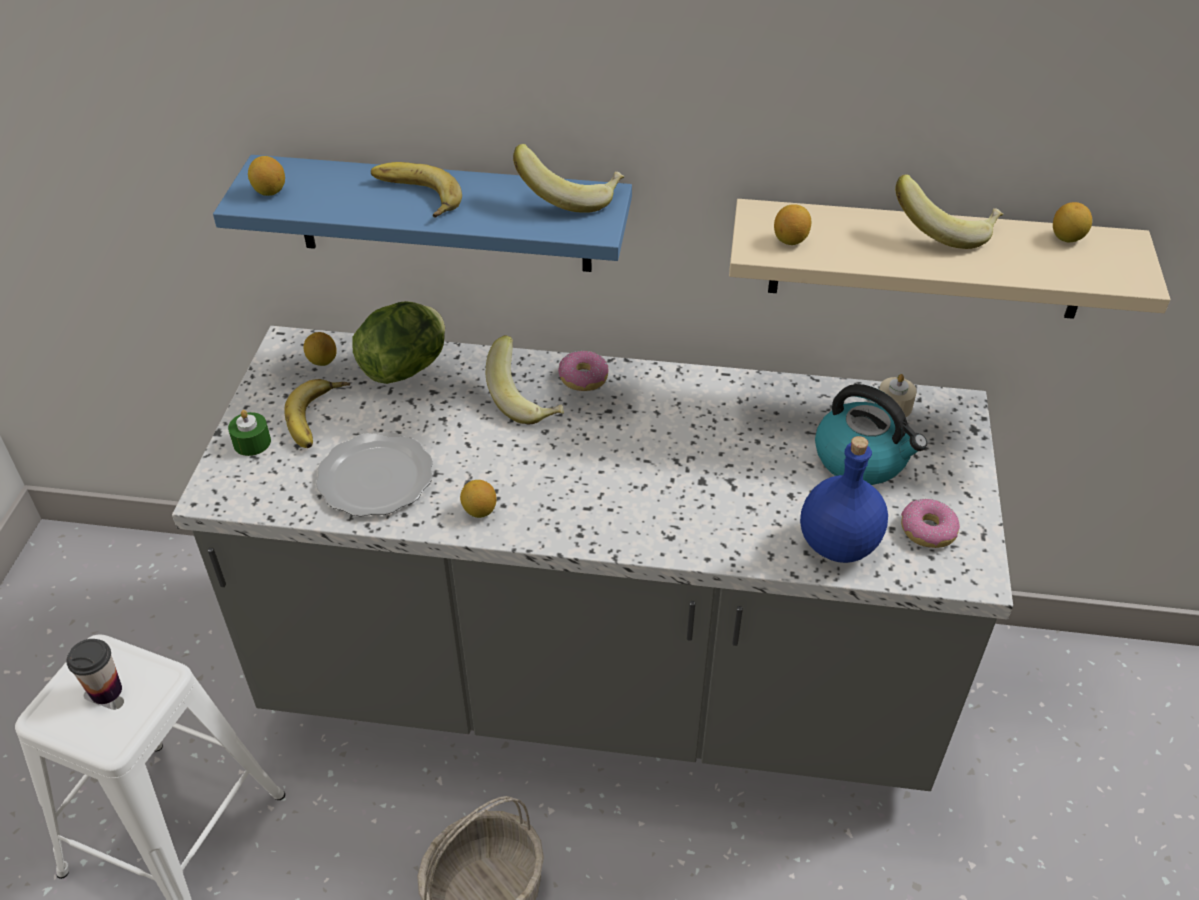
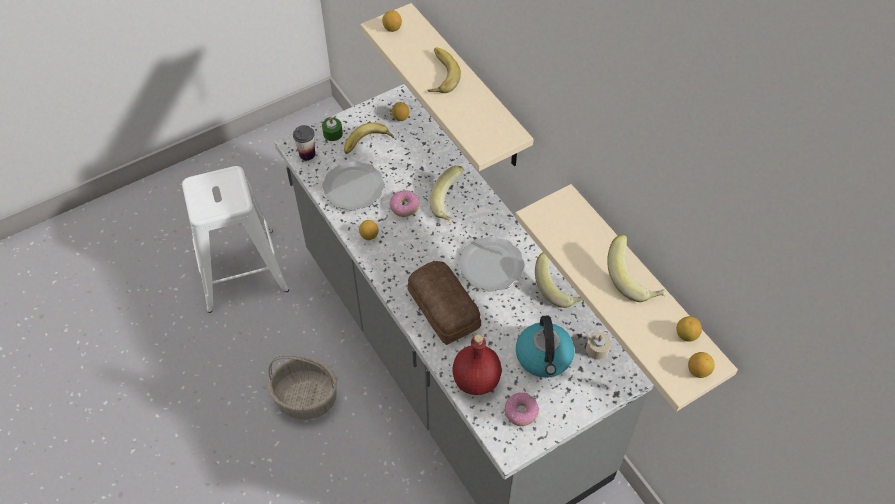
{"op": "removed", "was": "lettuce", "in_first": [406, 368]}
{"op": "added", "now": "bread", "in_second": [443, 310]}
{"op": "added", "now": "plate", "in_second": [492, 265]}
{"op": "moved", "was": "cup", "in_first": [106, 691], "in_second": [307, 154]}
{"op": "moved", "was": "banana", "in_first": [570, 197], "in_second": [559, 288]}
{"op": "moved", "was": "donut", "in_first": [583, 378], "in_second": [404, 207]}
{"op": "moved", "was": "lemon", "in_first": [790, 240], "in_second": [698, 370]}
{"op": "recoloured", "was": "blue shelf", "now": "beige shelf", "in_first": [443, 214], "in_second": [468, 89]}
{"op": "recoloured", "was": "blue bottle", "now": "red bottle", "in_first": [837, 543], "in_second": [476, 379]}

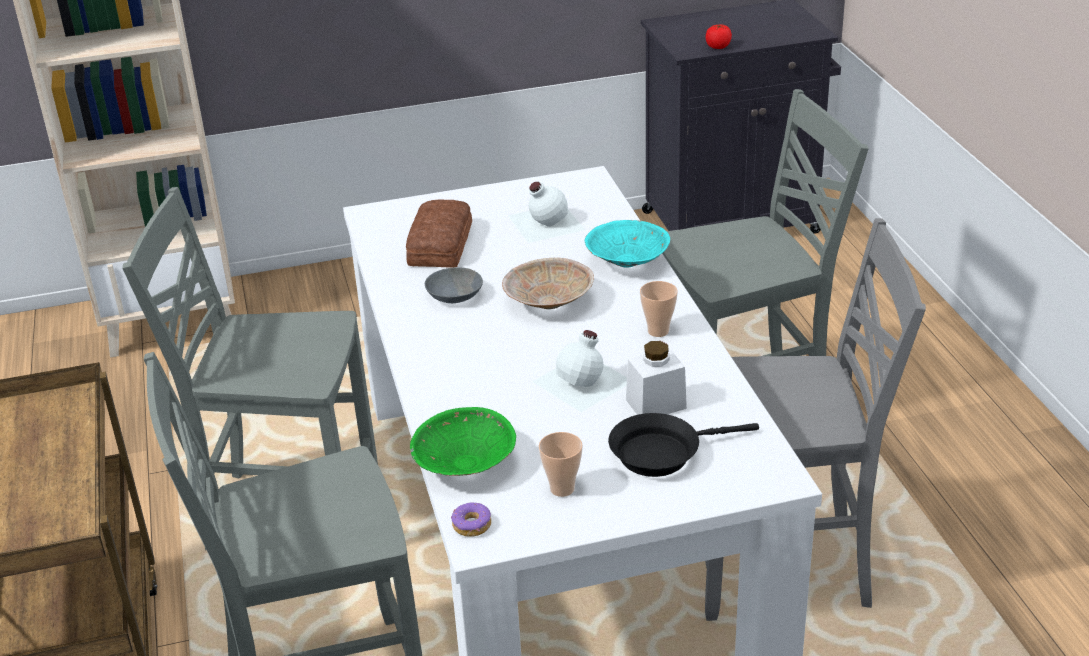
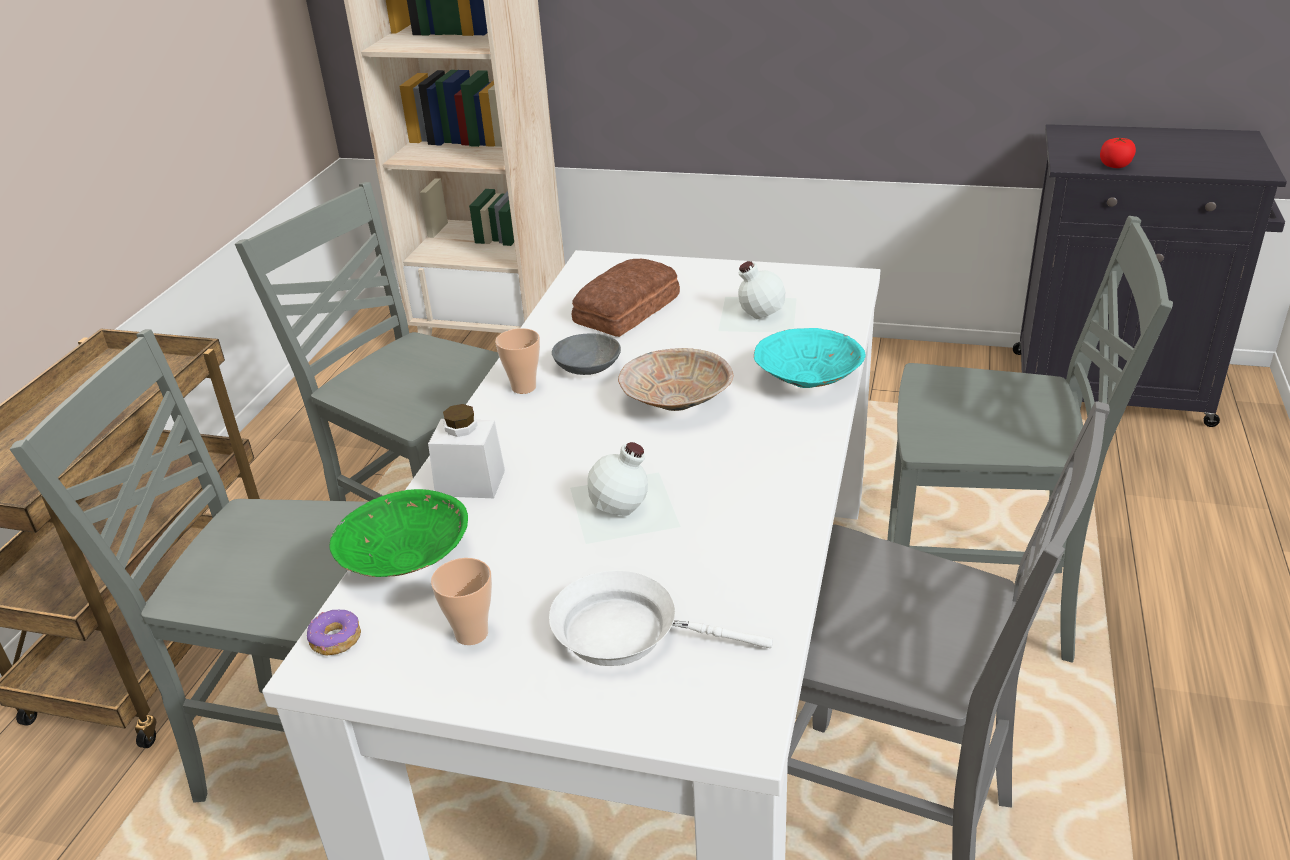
{"op": "moved", "was": "white jar", "in_first": [656, 404], "in_second": [470, 483]}
{"op": "moved", "was": "cup", "in_first": [658, 331], "in_second": [523, 387]}
{"op": "recoloured", "was": "black frying pan", "now": "white frying pan", "in_first": [662, 453], "in_second": [626, 633]}

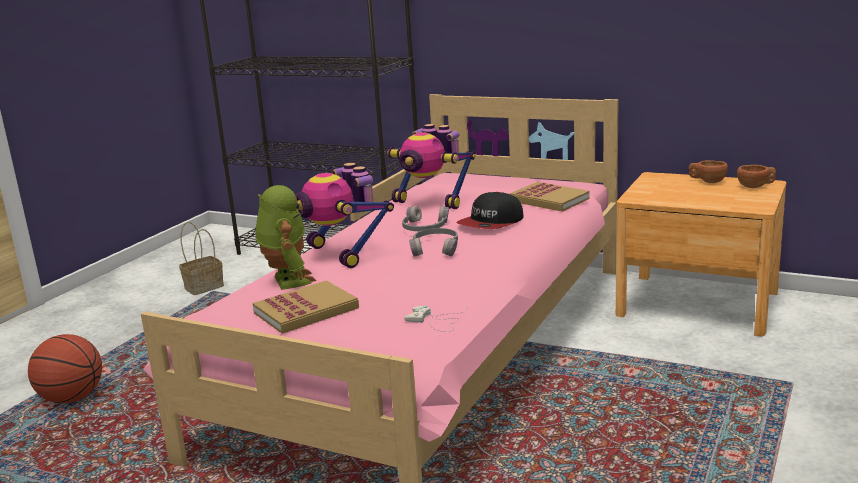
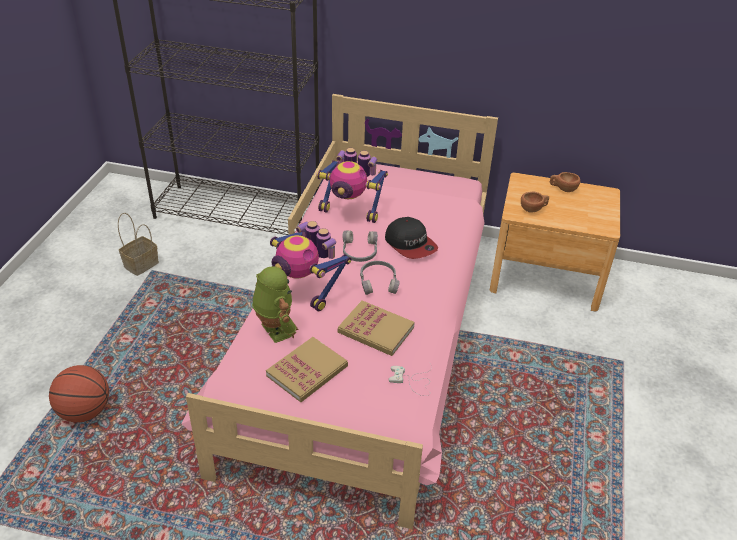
{"op": "moved", "was": "book", "in_first": [549, 200], "in_second": [376, 330]}
{"op": "moved", "was": "brown cup", "in_first": [756, 186], "in_second": [533, 209]}
{"op": "turned", "was": "cap", "in_first": [491, 223], "in_second": [410, 244], "clockwise": -60}

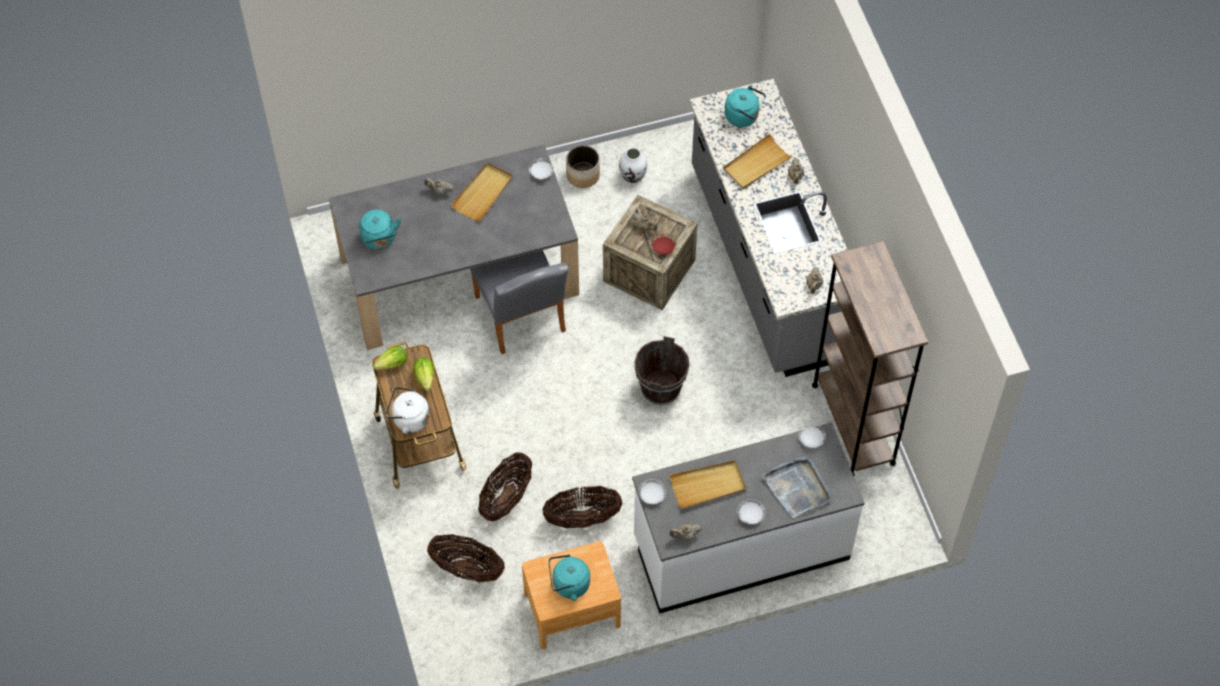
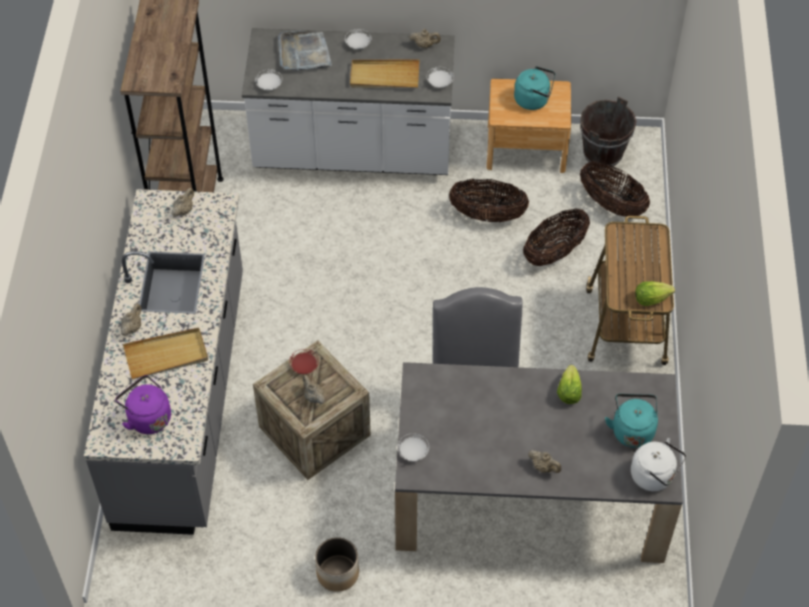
{"op": "removed", "was": "beige tray", "in_first": [483, 193]}
{"op": "removed", "was": "white vase", "in_first": [633, 176]}
{"op": "moved", "was": "white kettle", "in_first": [408, 419], "in_second": [654, 476]}
{"op": "moved", "was": "lettuce", "in_first": [425, 377], "in_second": [568, 392]}
{"op": "moved", "was": "brown bucket", "in_first": [660, 388], "in_second": [603, 154]}
{"op": "recoloured", "was": "turquoise kettle", "now": "purple kettle", "in_first": [744, 116], "in_second": [147, 417]}

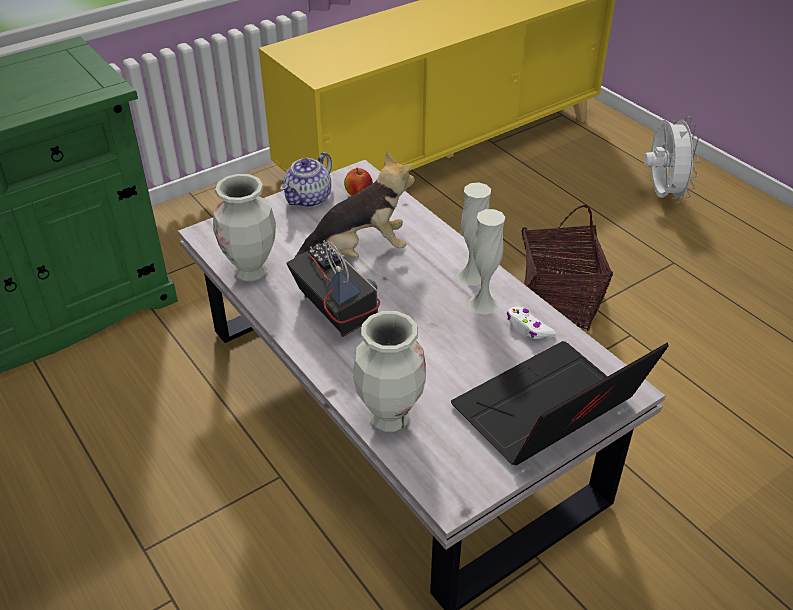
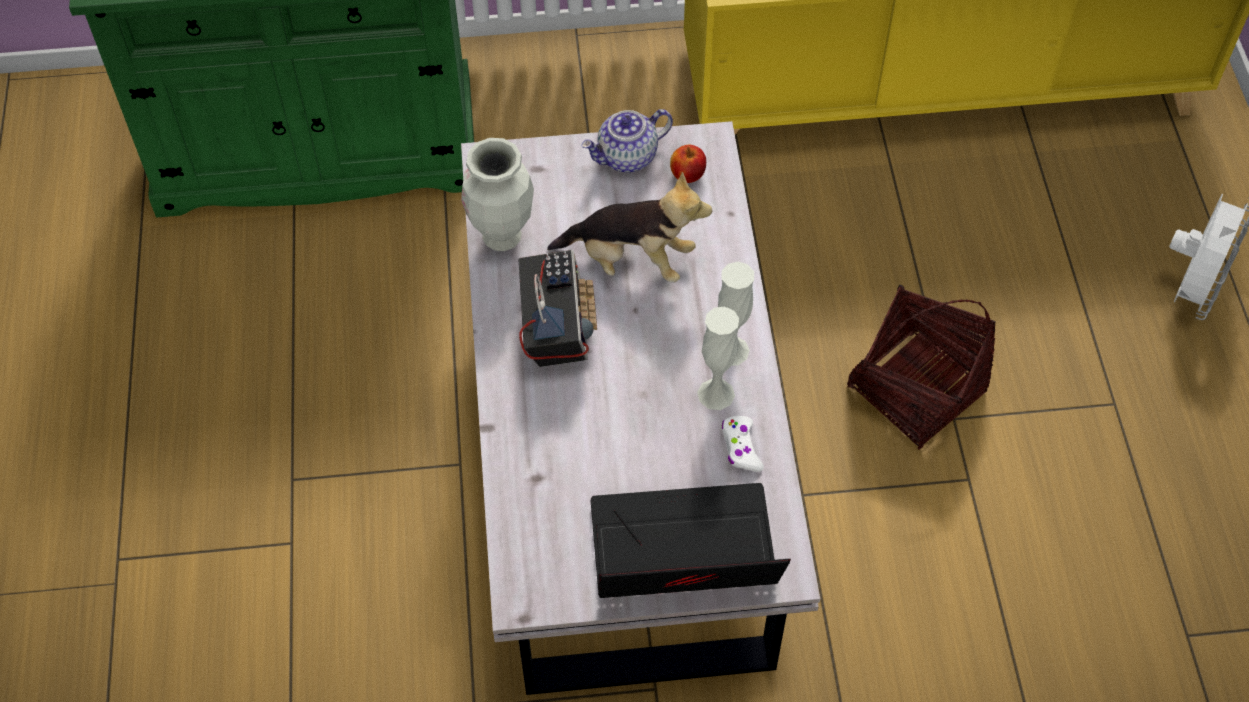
{"op": "removed", "was": "vase", "in_first": [389, 418]}

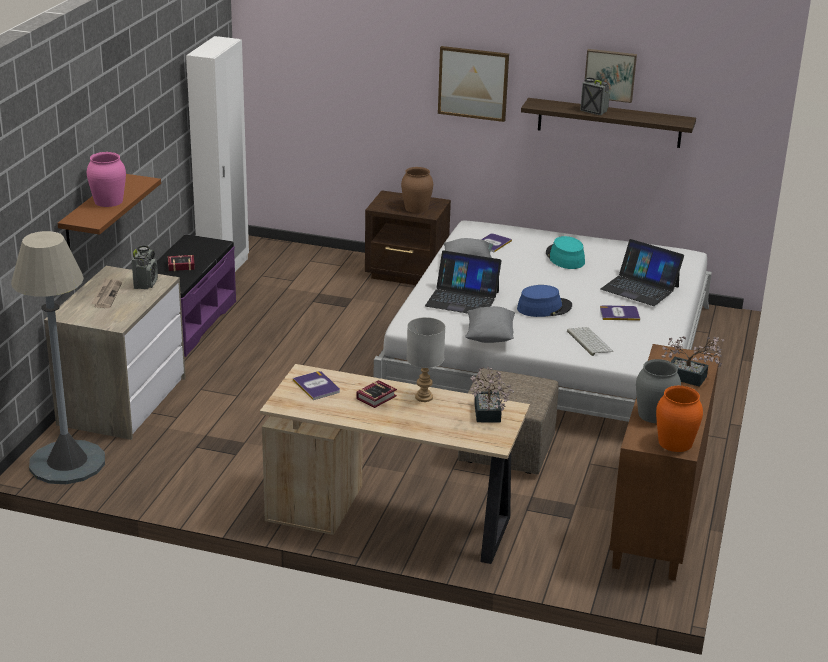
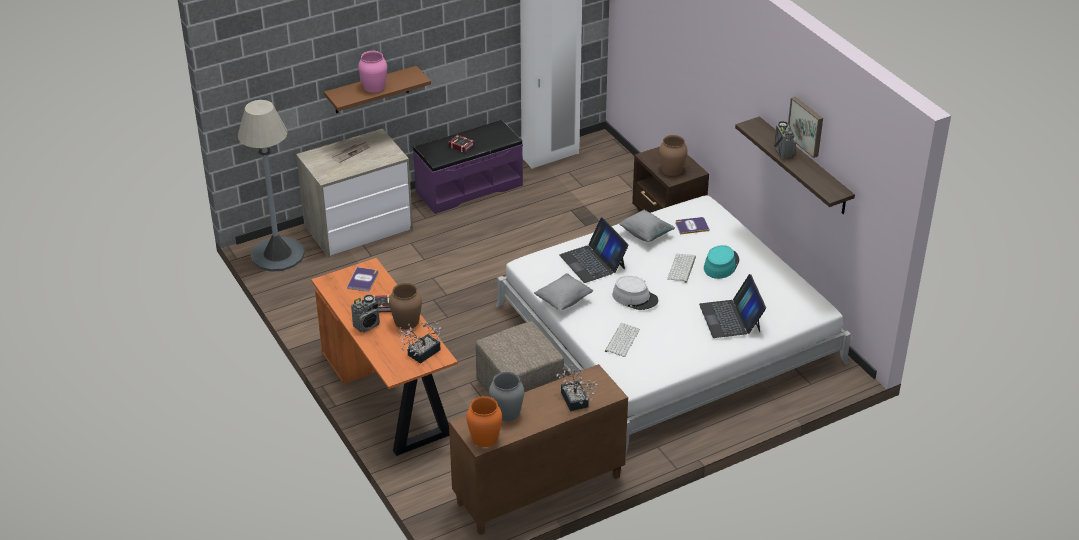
{"op": "removed", "was": "picture", "in_first": [473, 83]}
{"op": "removed", "was": "book", "in_first": [619, 314]}
{"op": "added", "now": "keyboard", "in_second": [682, 268]}
{"op": "moved", "was": "radio", "in_first": [146, 283], "in_second": [367, 325]}
{"op": "replaced", "was": "grey table lamp", "now": "brown vase", "in_first": [424, 398], "in_second": [406, 322]}
{"op": "recoloured", "was": "beige desk", "now": "orange desk", "in_first": [393, 519], "in_second": [387, 394]}
{"op": "recoloured", "was": "blue hat", "now": "grey hat", "in_first": [544, 308], "in_second": [635, 298]}

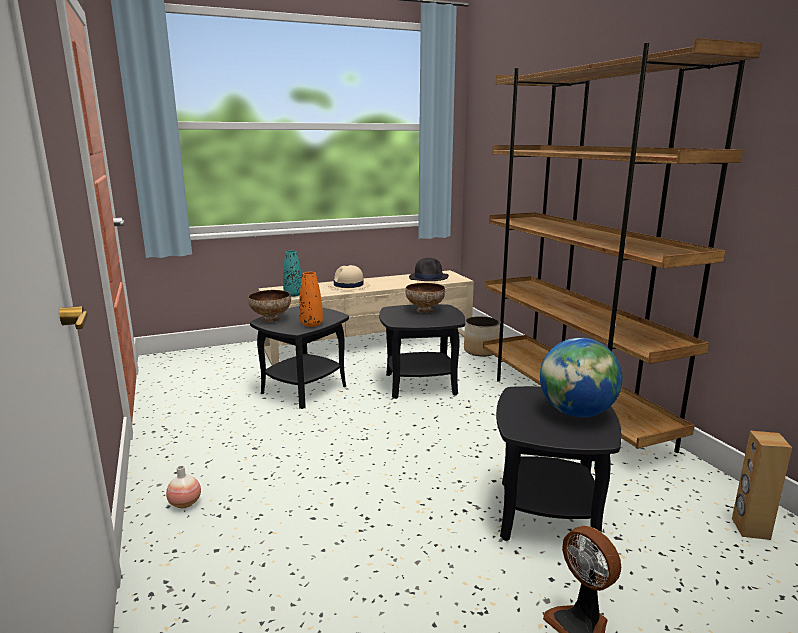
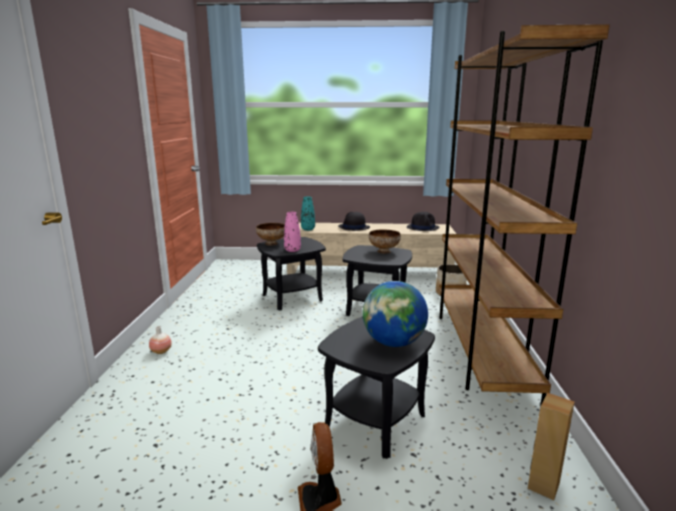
{"op": "recoloured", "was": "orange vase", "now": "pink vase", "in_first": [311, 324], "in_second": [292, 250]}
{"op": "recoloured", "was": "beige hat", "now": "black hat", "in_first": [348, 286], "in_second": [353, 227]}

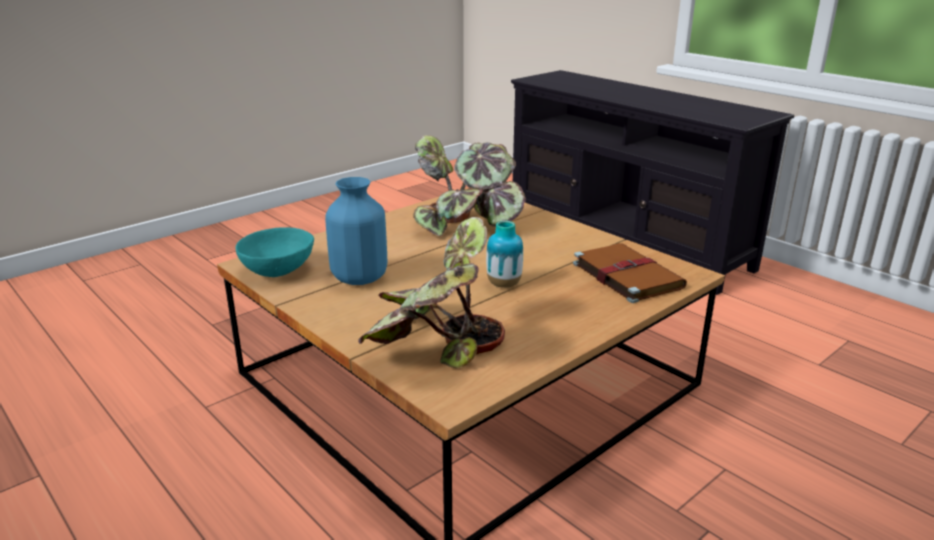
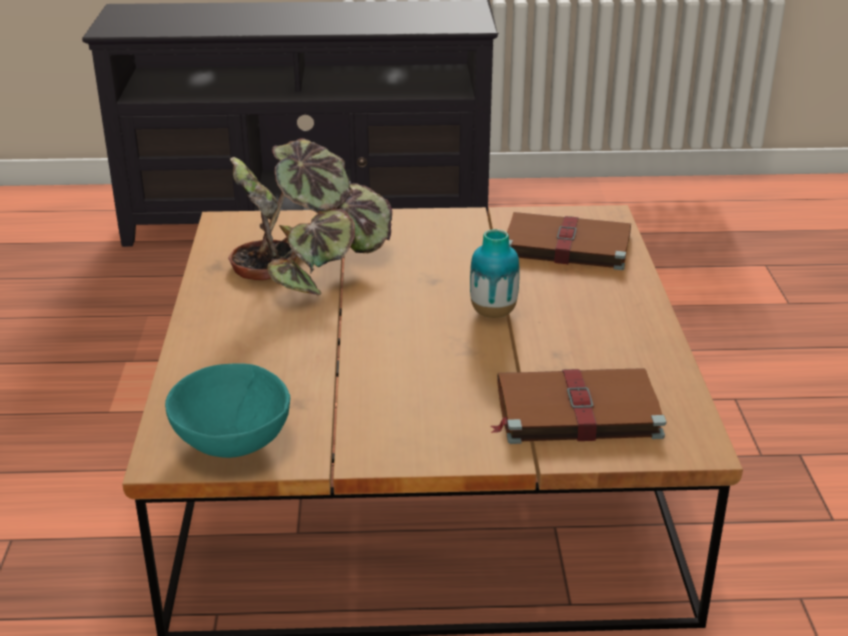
{"op": "removed", "was": "blue vase", "in_first": [358, 278]}
{"op": "replaced", "was": "potted plant", "now": "brown book", "in_first": [433, 346], "in_second": [574, 410]}

